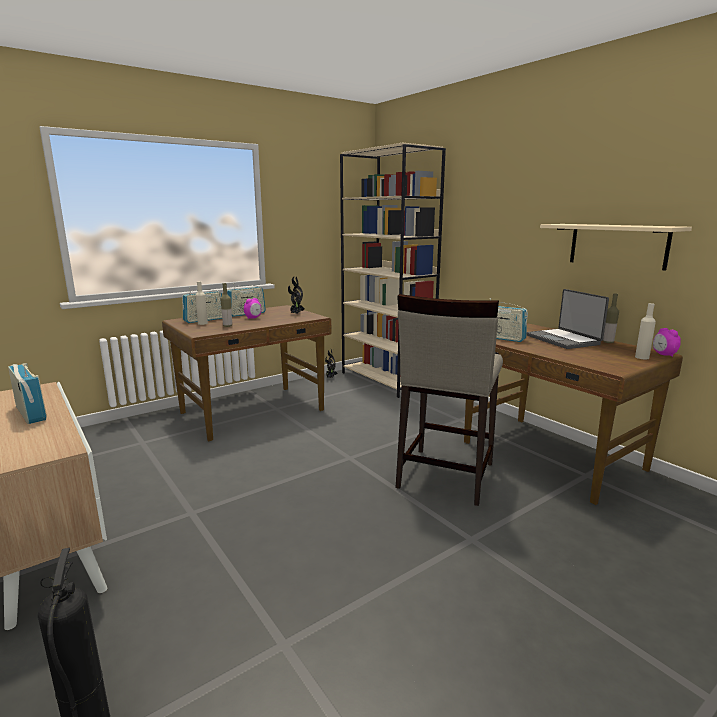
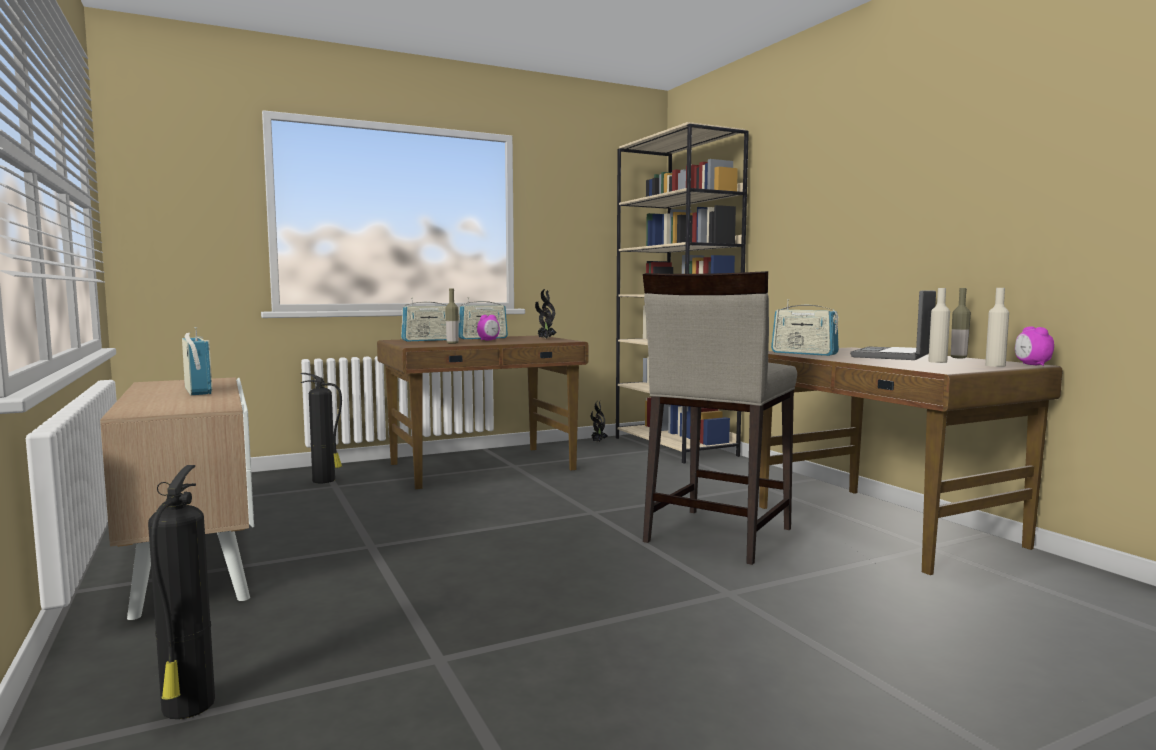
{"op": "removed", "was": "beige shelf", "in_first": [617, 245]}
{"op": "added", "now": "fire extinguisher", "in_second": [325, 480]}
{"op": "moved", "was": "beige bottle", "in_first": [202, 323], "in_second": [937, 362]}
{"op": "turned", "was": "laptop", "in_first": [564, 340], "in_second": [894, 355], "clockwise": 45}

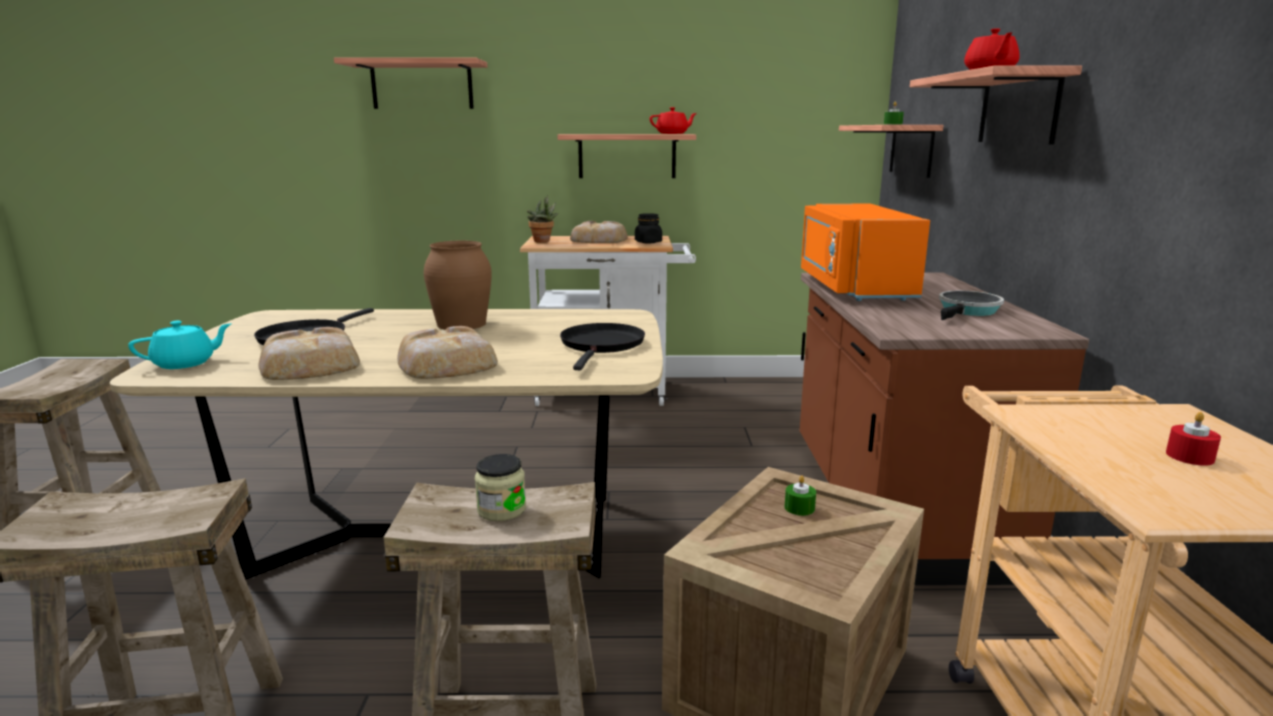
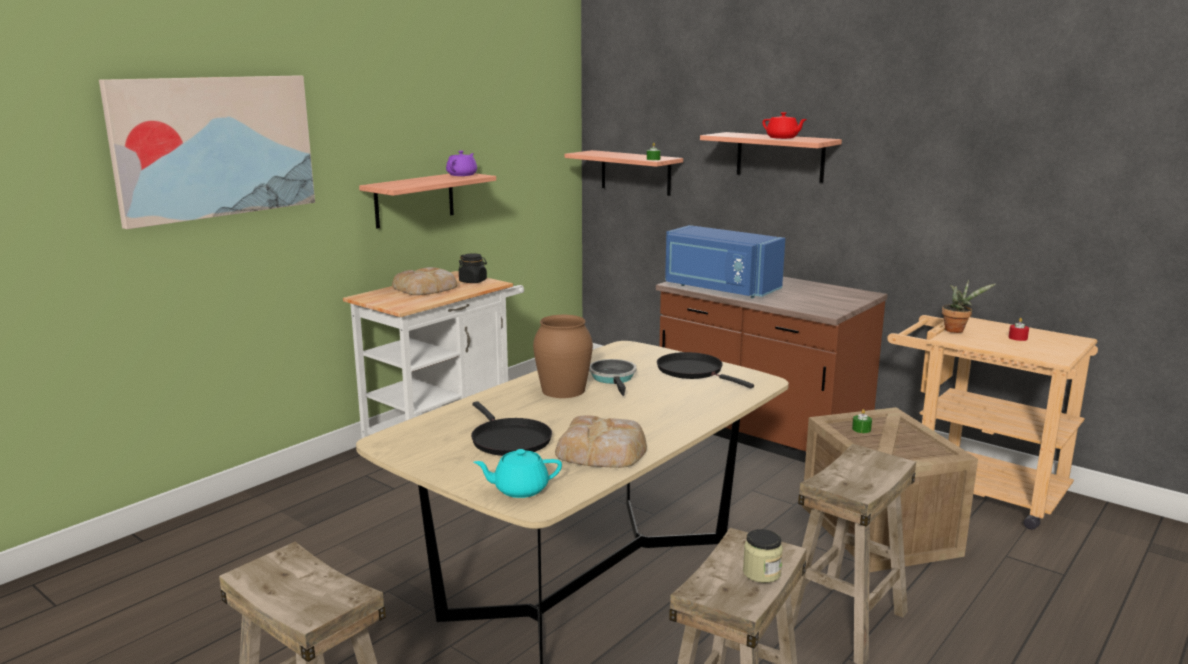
{"op": "removed", "was": "bread", "in_first": [446, 364]}
{"op": "moved", "was": "jar", "in_first": [501, 510], "in_second": [761, 573]}
{"op": "moved", "was": "potted plant", "in_first": [543, 241], "in_second": [957, 330]}
{"op": "moved", "was": "frying pan", "in_first": [968, 311], "in_second": [613, 378]}
{"op": "replaced", "was": "shelf", "now": "picture", "in_first": [422, 85], "in_second": [215, 147]}
{"op": "recoloured", "was": "red teapot", "now": "purple teapot", "in_first": [673, 133], "in_second": [462, 175]}
{"op": "recoloured", "was": "orange microwave", "now": "blue microwave", "in_first": [852, 287], "in_second": [719, 289]}
{"op": "turned", "was": "turquoise teapot", "in_first": [185, 363], "in_second": [520, 489], "clockwise": -105}

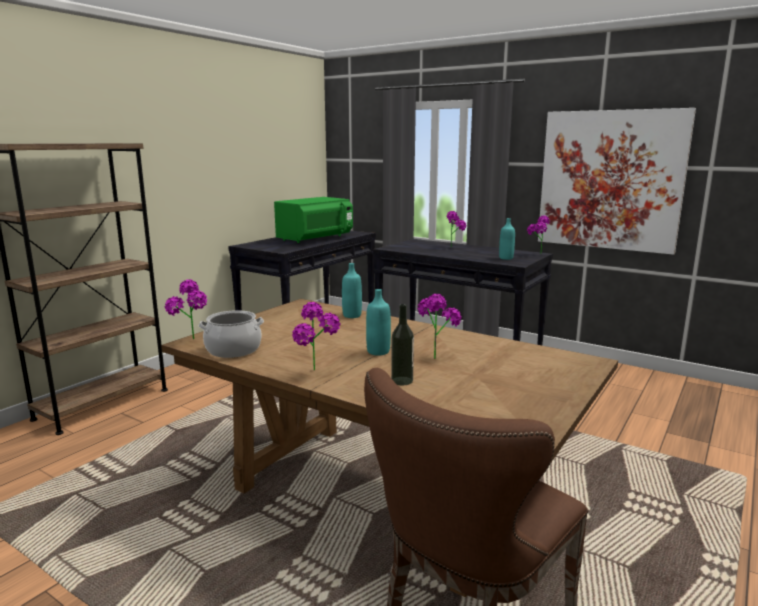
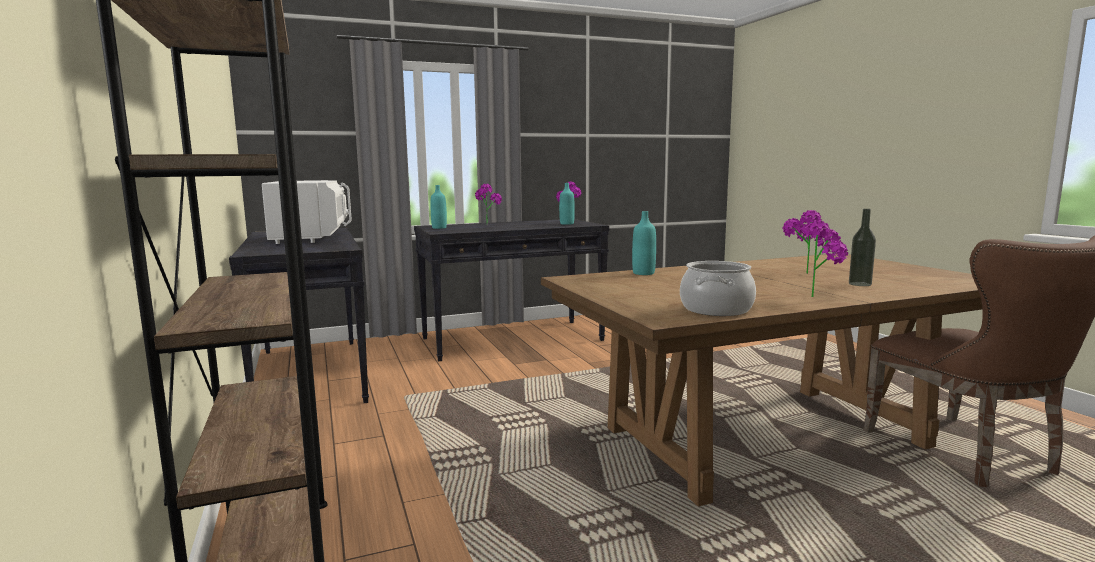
{"op": "removed", "was": "potted plant", "in_first": [191, 341]}
{"op": "removed", "was": "picture", "in_first": [610, 180]}
{"op": "moved", "was": "turquoise bottle", "in_first": [378, 352], "in_second": [439, 228]}
{"op": "recoloured", "was": "green microwave", "now": "white microwave", "in_first": [315, 239], "in_second": [311, 238]}

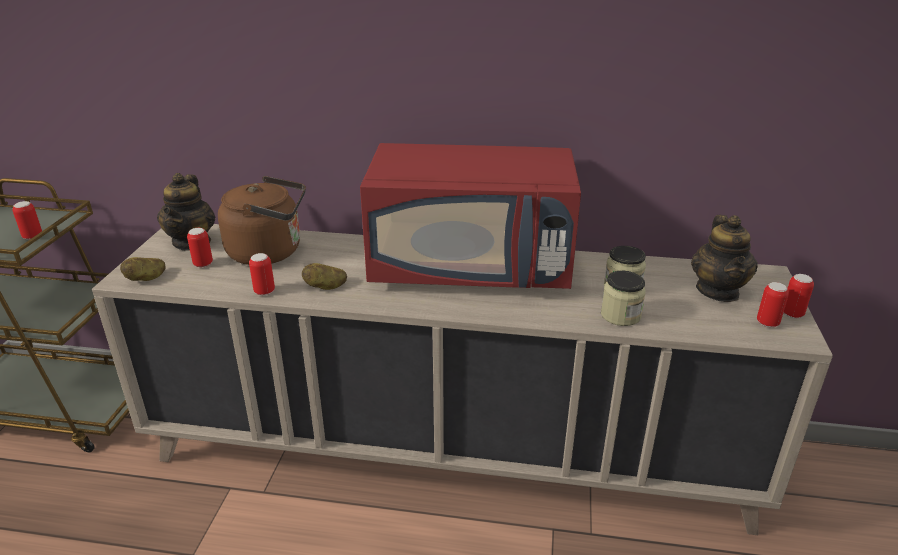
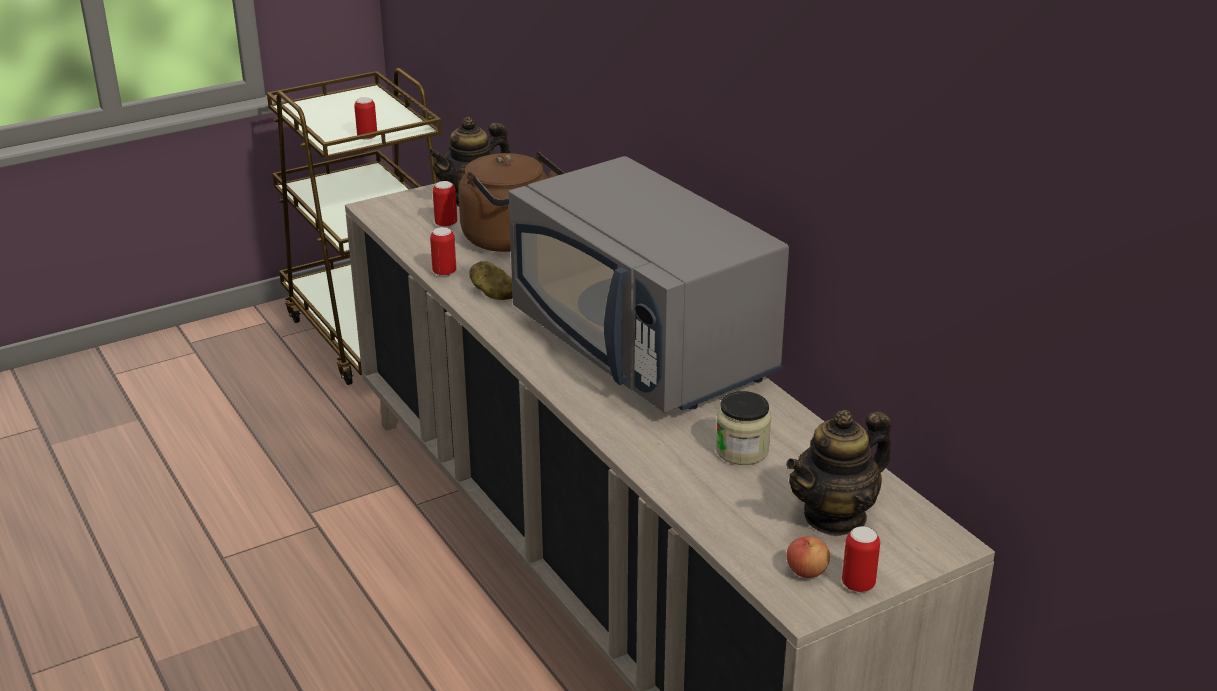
{"op": "removed", "was": "potato", "in_first": [146, 279]}
{"op": "removed", "was": "jar", "in_first": [620, 315]}
{"op": "replaced", "was": "can", "now": "apple", "in_first": [767, 323], "in_second": [806, 571]}
{"op": "recoloured", "was": "red microwave", "now": "grey microwave", "in_first": [472, 268], "in_second": [645, 348]}

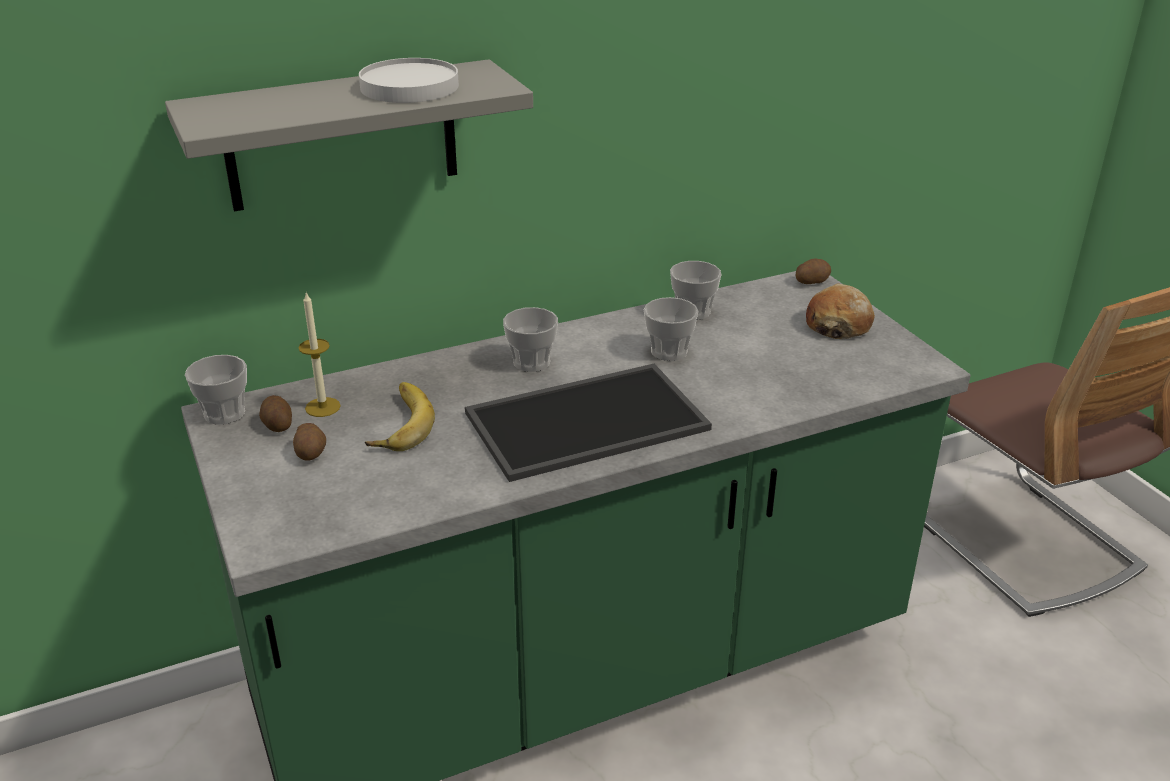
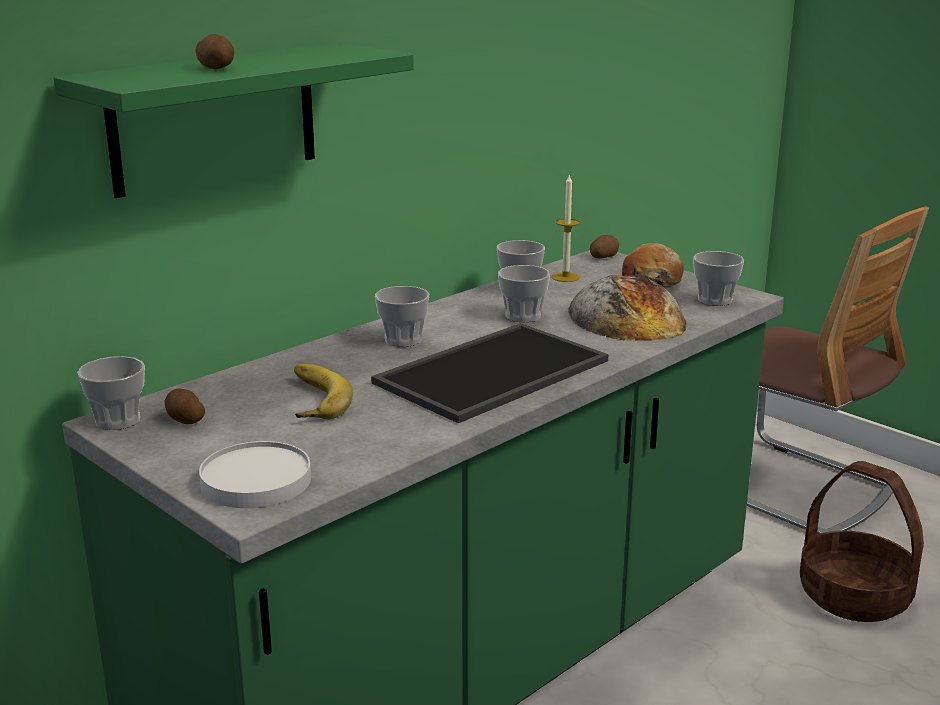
{"op": "added", "now": "bread", "in_second": [626, 316]}
{"op": "added", "now": "cup", "in_second": [714, 300]}
{"op": "added", "now": "basket", "in_second": [853, 596]}
{"op": "moved", "was": "potato", "in_first": [311, 453], "in_second": [217, 68]}
{"op": "moved", "was": "candle", "in_first": [322, 407], "in_second": [565, 277]}
{"op": "moved", "was": "white plate", "in_first": [409, 87], "in_second": [255, 480]}
{"op": "recoloured", "was": "grey shelf", "now": "green shelf", "in_first": [342, 136], "in_second": [214, 118]}

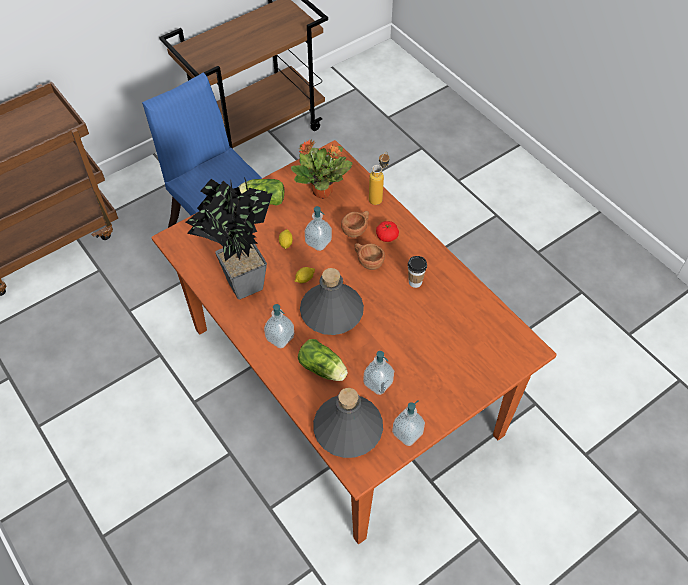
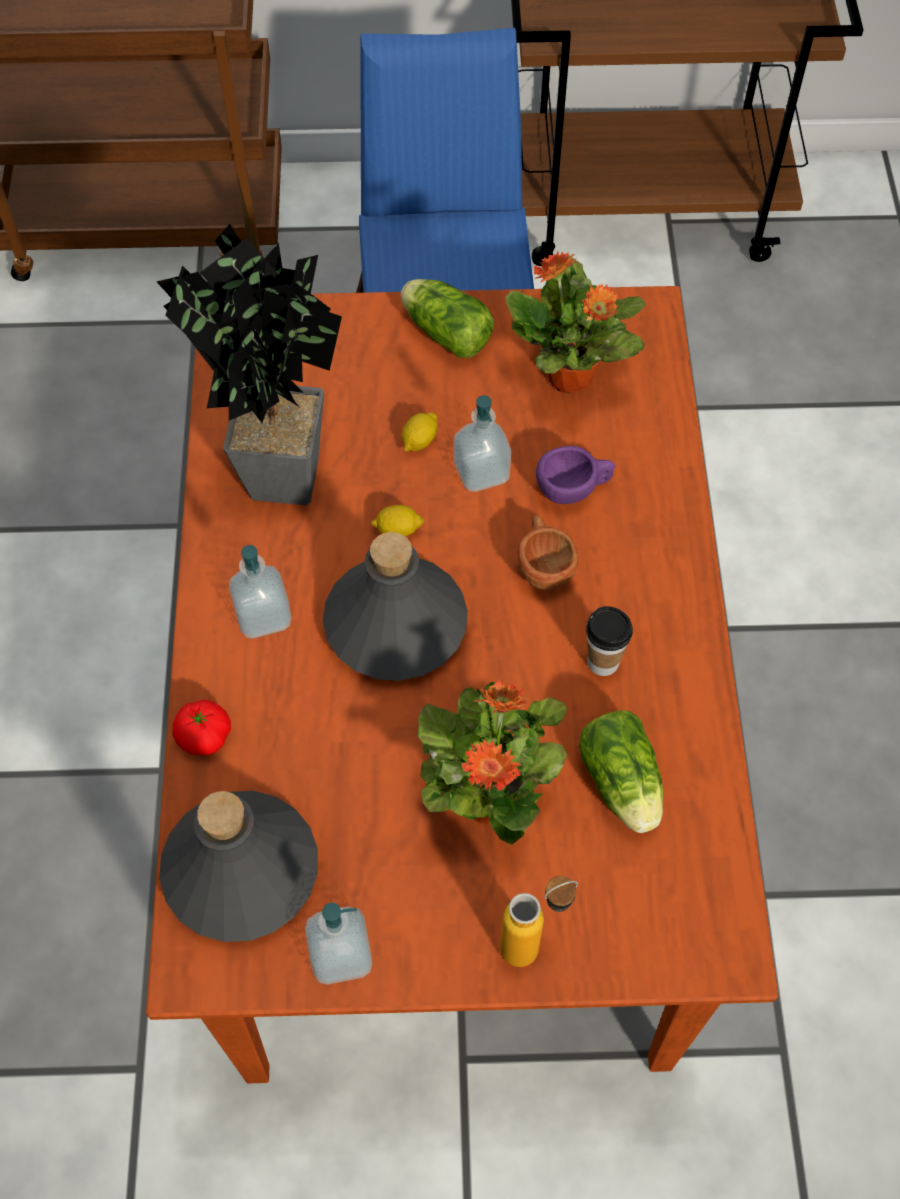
{"op": "removed", "was": "soap dispenser", "in_first": [378, 383]}
{"op": "added", "now": "potted plant", "in_second": [488, 797]}
{"op": "moved", "was": "lettuce", "in_first": [324, 369], "in_second": [622, 786]}
{"op": "moved", "was": "bottle", "in_first": [378, 196], "in_second": [534, 943]}
{"op": "moved", "was": "tomato", "in_first": [387, 236], "in_second": [204, 736]}
{"op": "recoloured", "was": "brown cup", "now": "purple cup", "in_first": [356, 229], "in_second": [574, 489]}

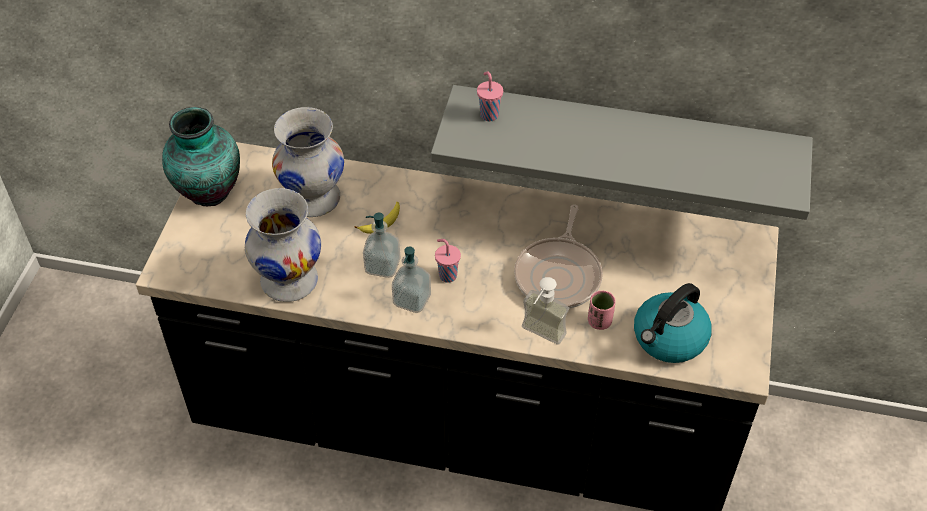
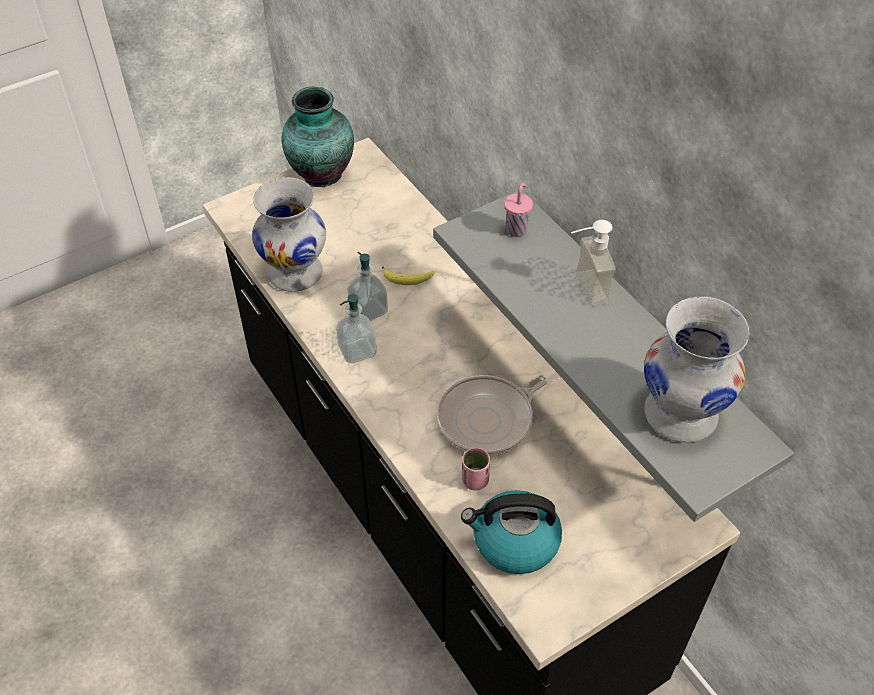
{"op": "removed", "was": "pink cup", "in_first": [447, 275]}
{"op": "moved", "was": "white vase", "in_first": [314, 199], "in_second": [681, 415]}
{"op": "moved", "was": "soap dispenser", "in_first": [539, 337], "in_second": [582, 290]}

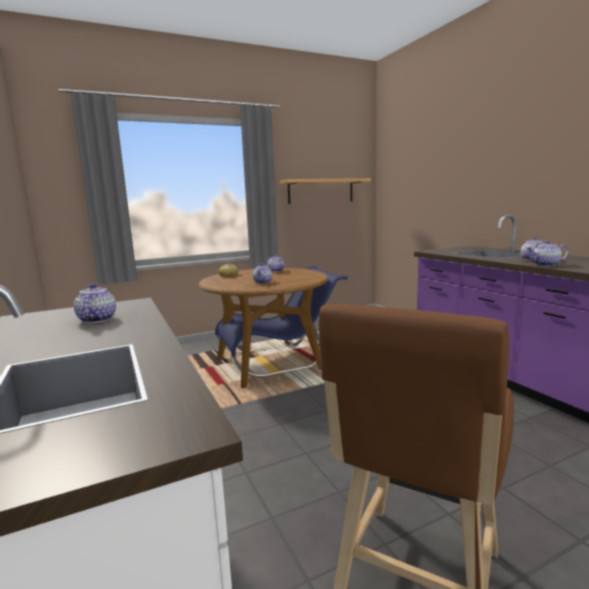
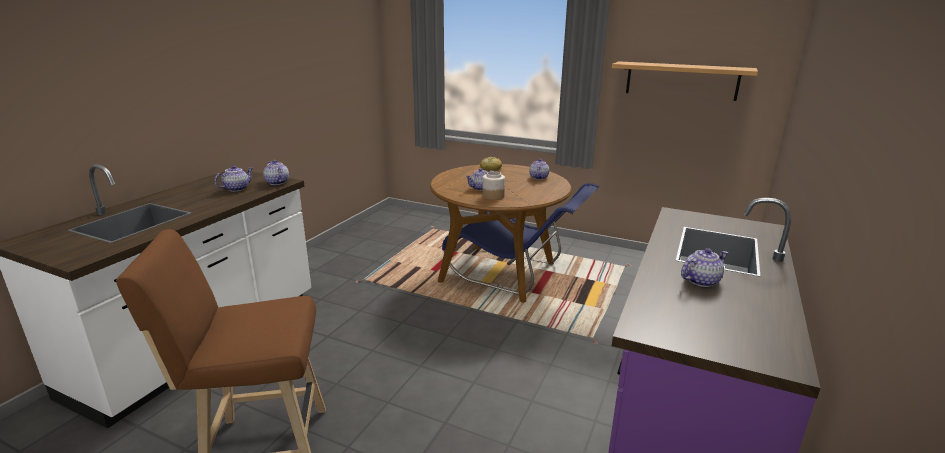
{"op": "added", "now": "jar", "in_second": [493, 196]}
{"op": "moved", "was": "teapot", "in_first": [545, 265], "in_second": [277, 182]}

